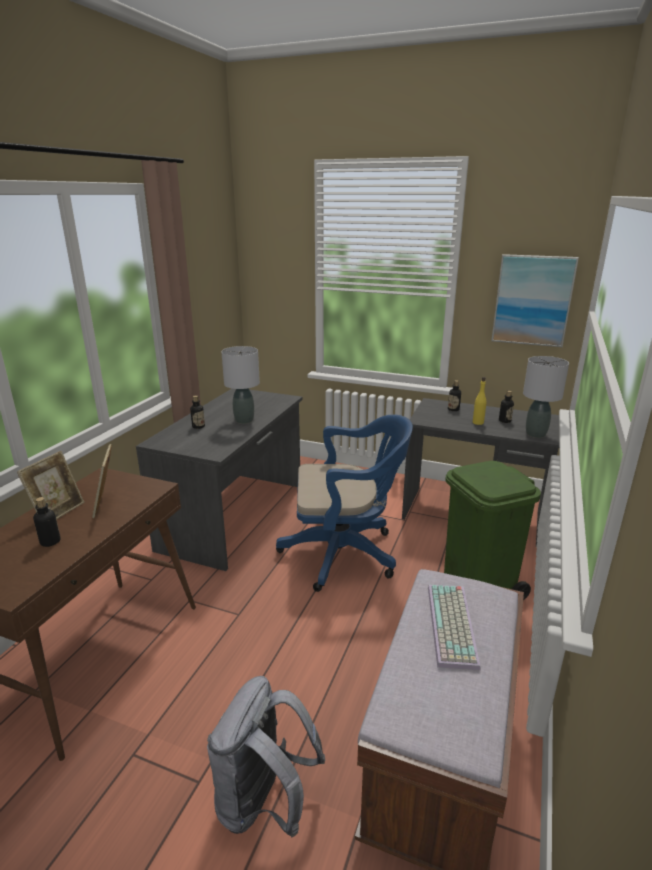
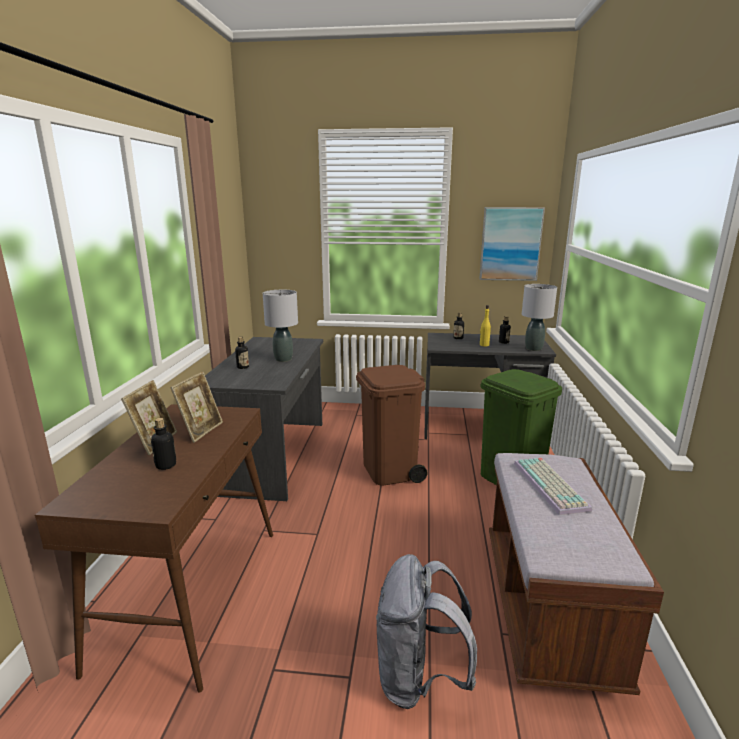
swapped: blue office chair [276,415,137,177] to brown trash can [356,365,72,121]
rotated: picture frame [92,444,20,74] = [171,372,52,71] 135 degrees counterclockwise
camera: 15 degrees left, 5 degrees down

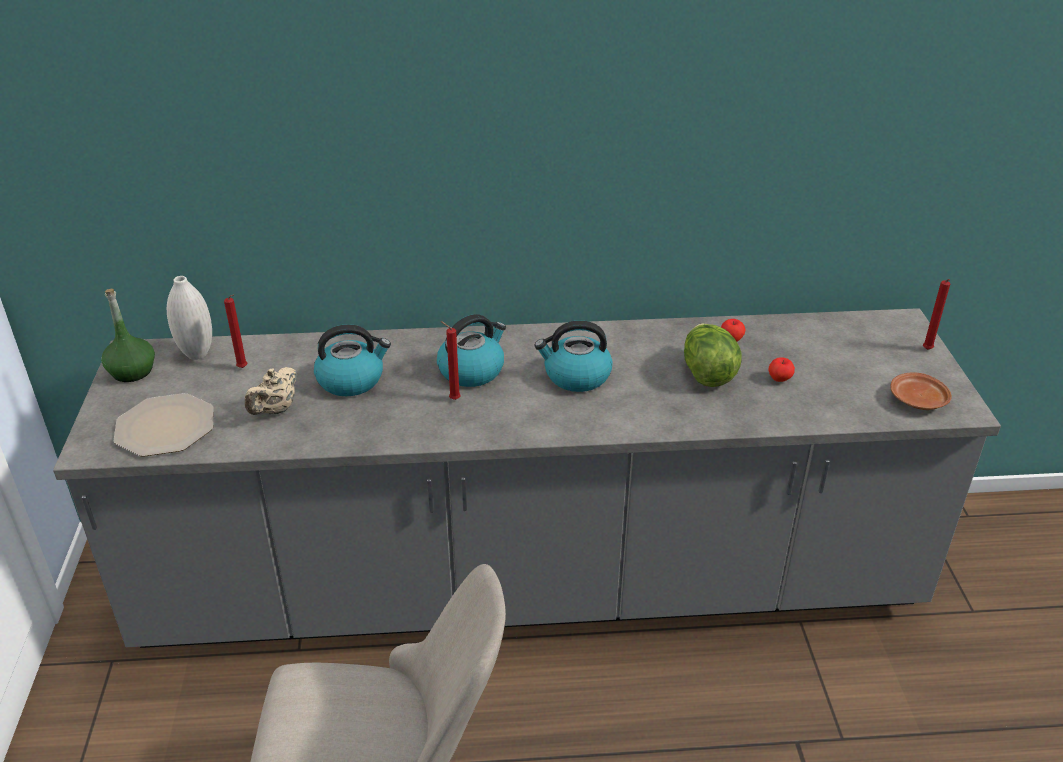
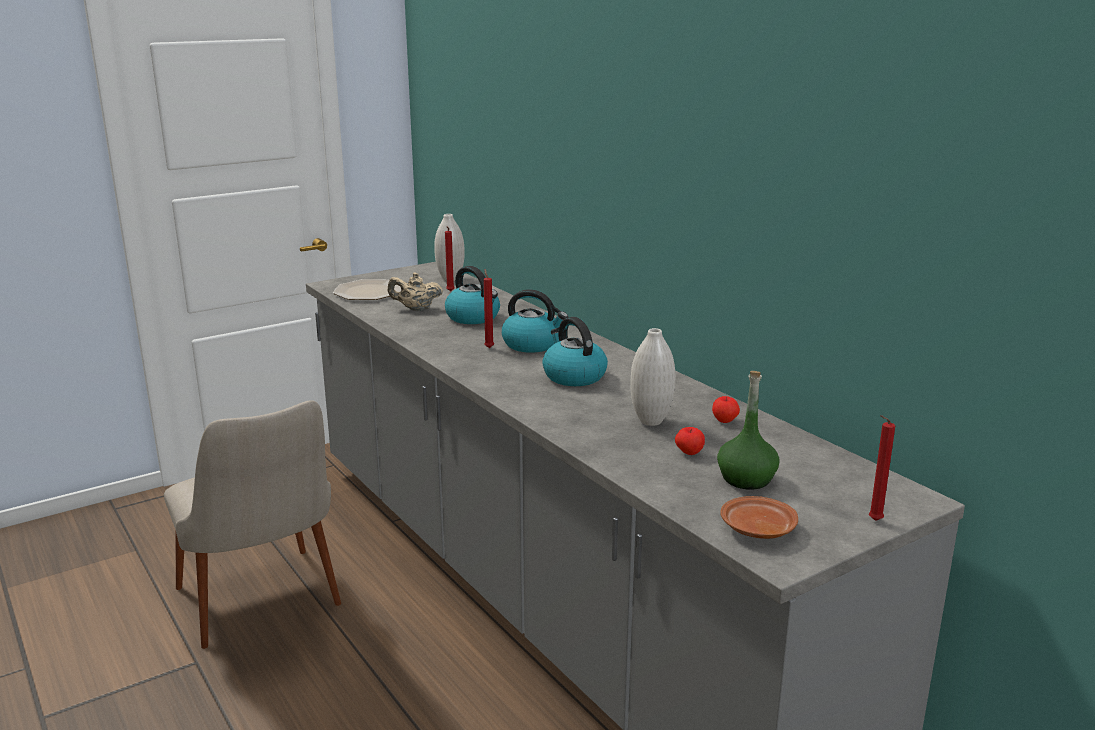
shifted: green bottle [101,289,54,93] to [717,371,63,119]
swapped: lettuce [684,323,58,64] to white vase [630,328,45,98]
camera: 60 degrees right, 15 degrees down

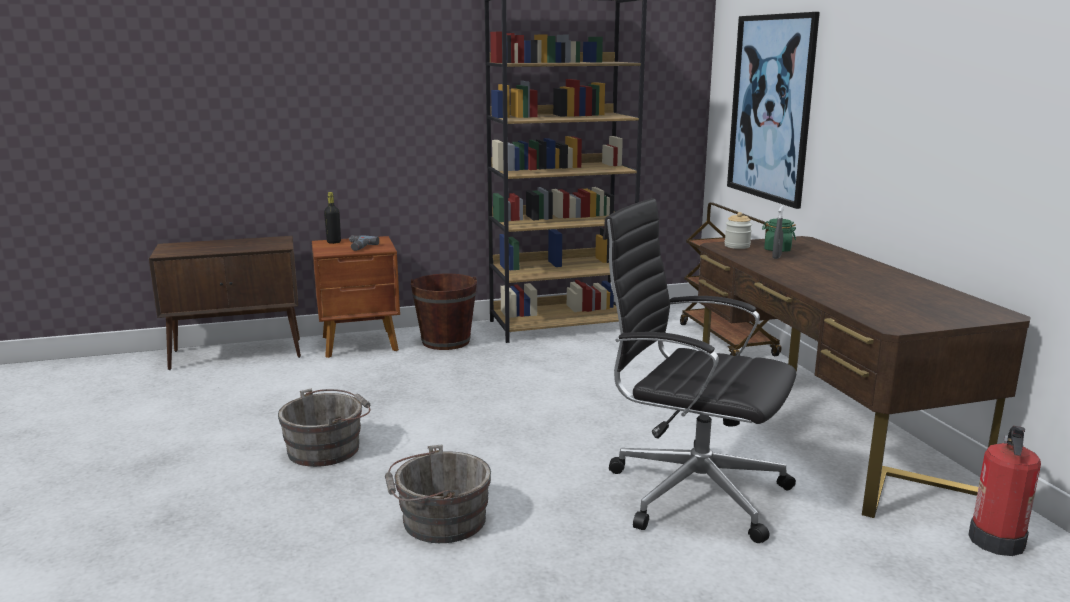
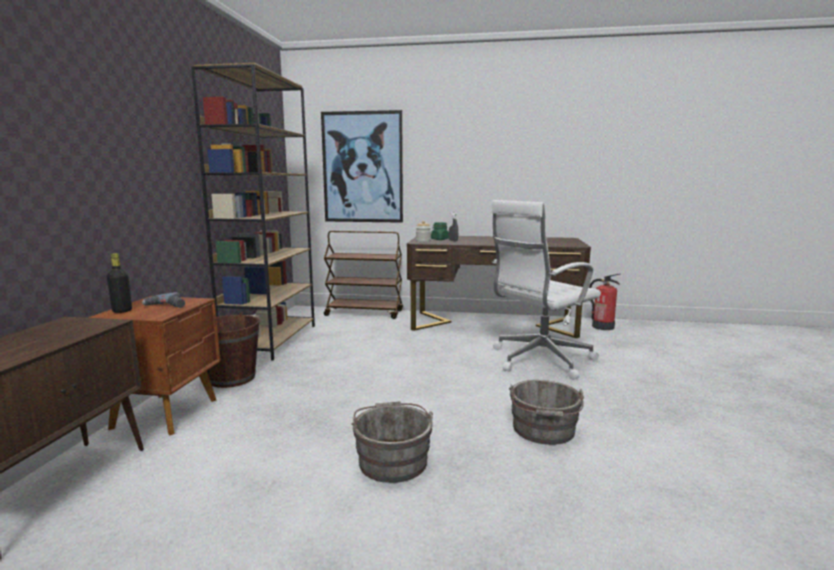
repainted: black office chair [603,198,193,345] to white office chair [490,200,111,180]
camera: 65 degrees left, 5 degrees down

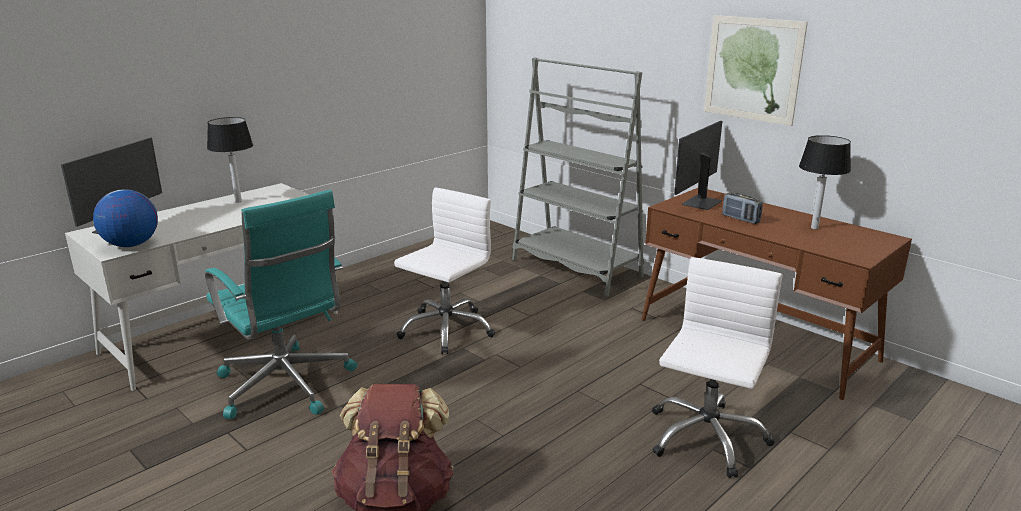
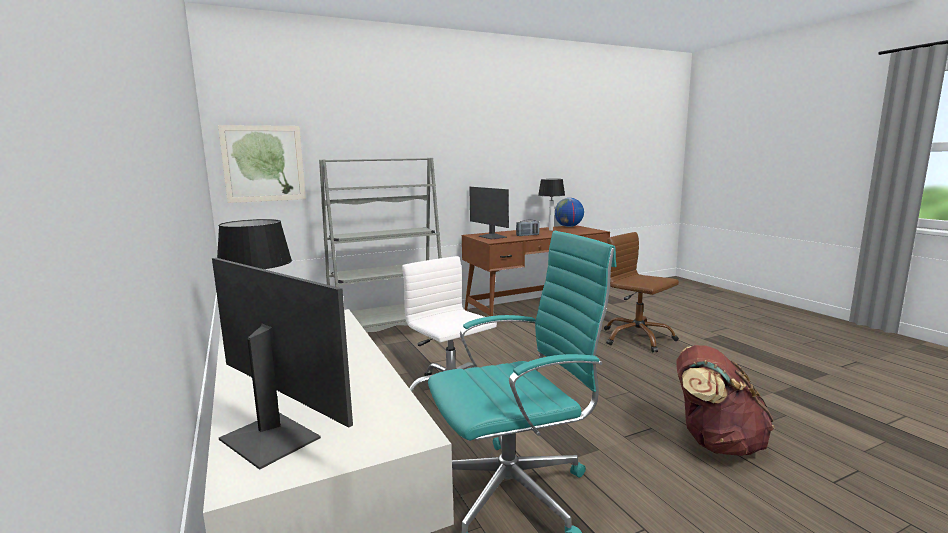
shifted: picture [704,15,104,111] to [218,125,88,78]; globe [93,189,65,58] to [555,198,29,29]
repainted: white office chair [652,257,130,221] to brown office chair [604,232,75,120]
camera: 70 degrees left, 10 degrees down

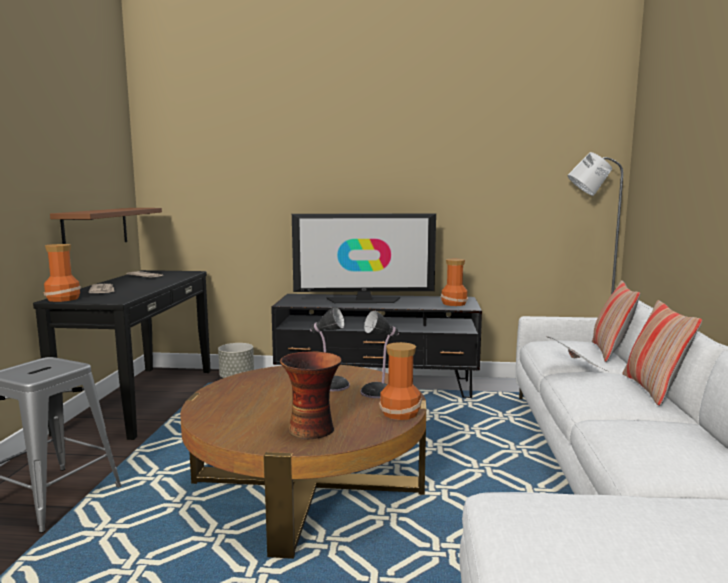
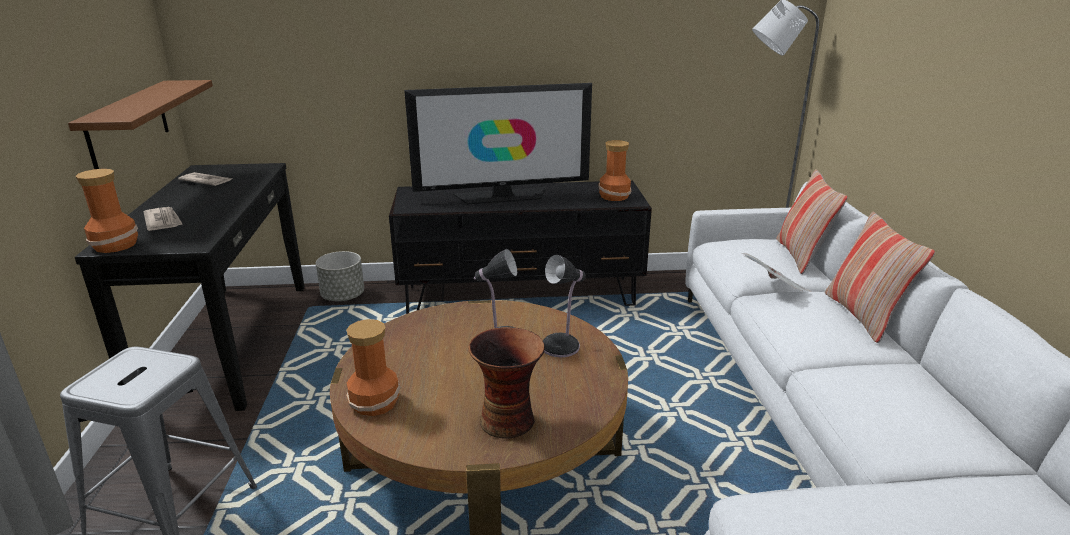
shifted: vase [379,342,43,78] to [346,319,55,97]
camera: 10 degrees left, 15 degrees up

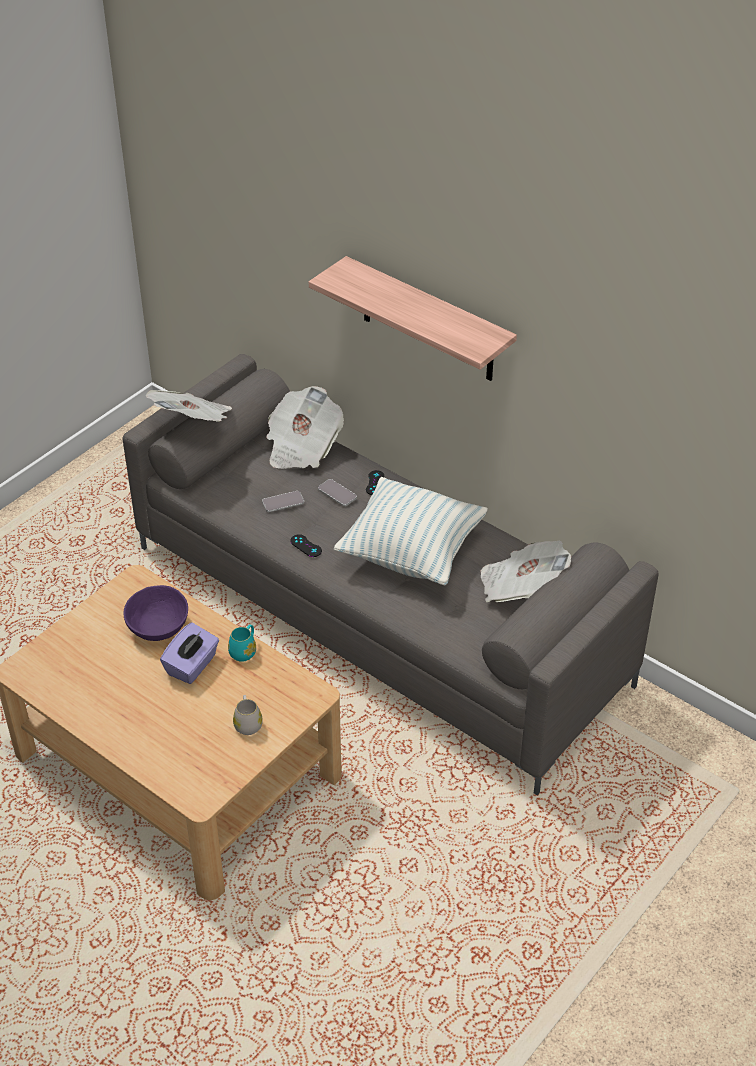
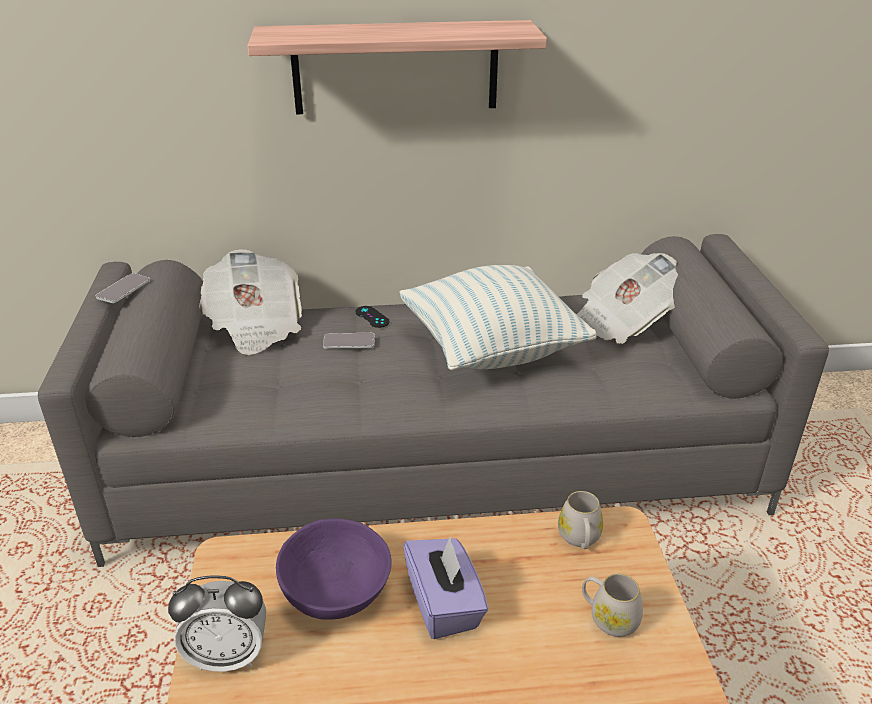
gone: newspaper [146,390,86,32]; black game controller [290,534,32,23]; turquoise mug [228,624,28,38]
new: white mug [558,491,45,58]; alarm clock [168,575,98,97]
shifted: phone [262,491,42,21] to [95,273,55,30]
camera: 45 degrees left, 10 degrees down

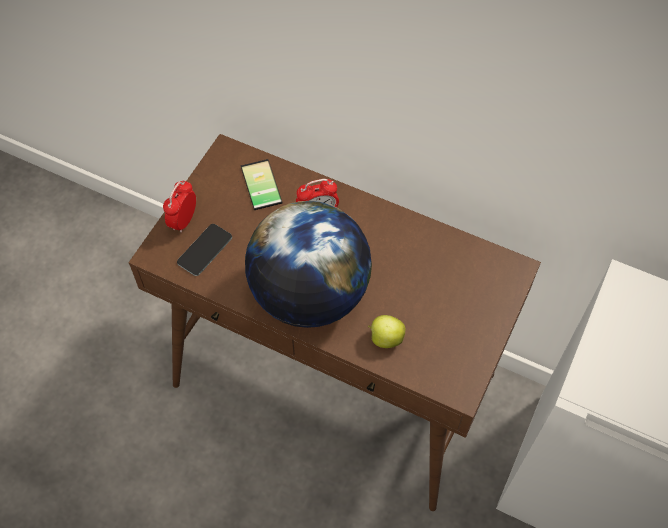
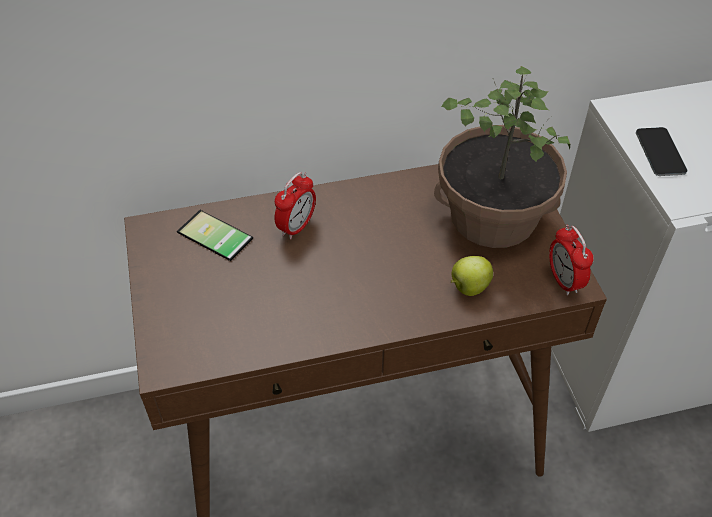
gone: globe [245,201,127,127]
new: potted plant [434,66,136,182]
shifted: alarm clock [163,180,33,53] to [549,225,45,70]; phone [177,224,55,52] to [636,127,51,49]
camera: 40 degrees left, 10 degrees down

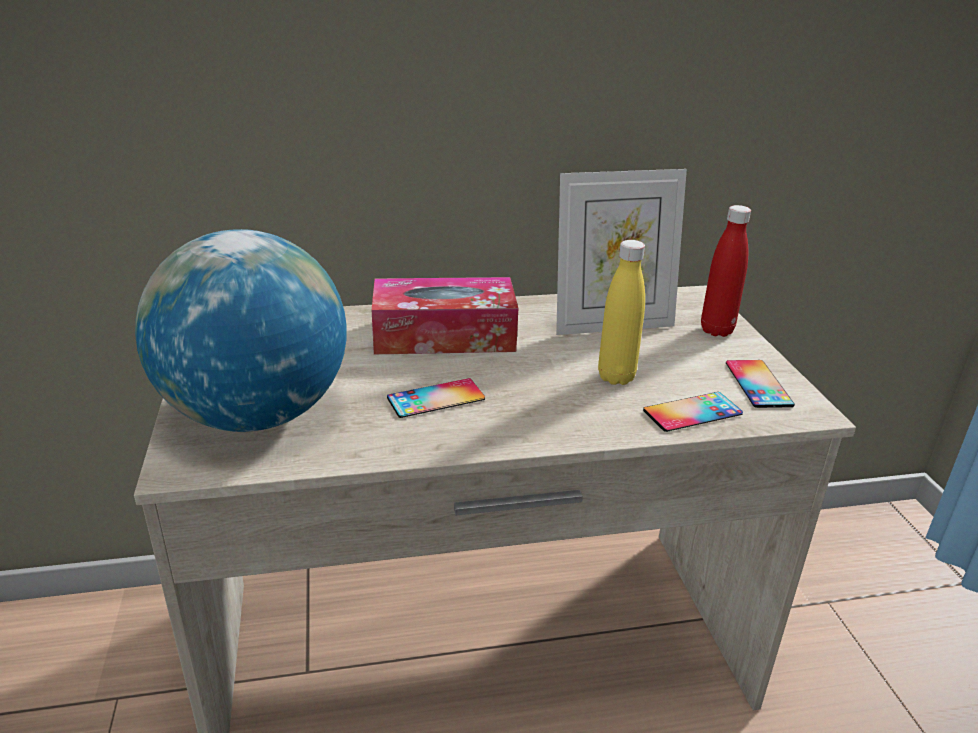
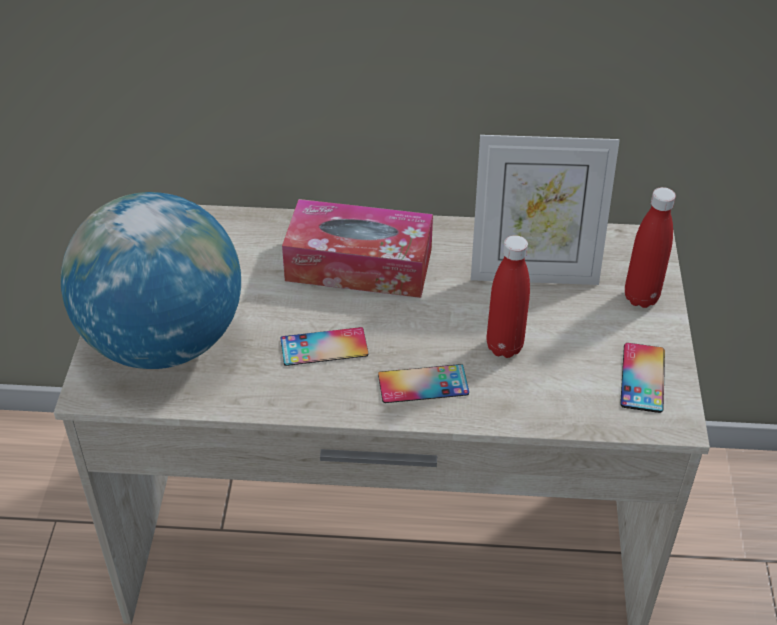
shifted: phone [643,392,100,40] to [378,364,91,39]
repainted: yellow bottle [598,240,47,145] to red bottle [487,235,43,123]
camera: 15 degrees right, 15 degrees up

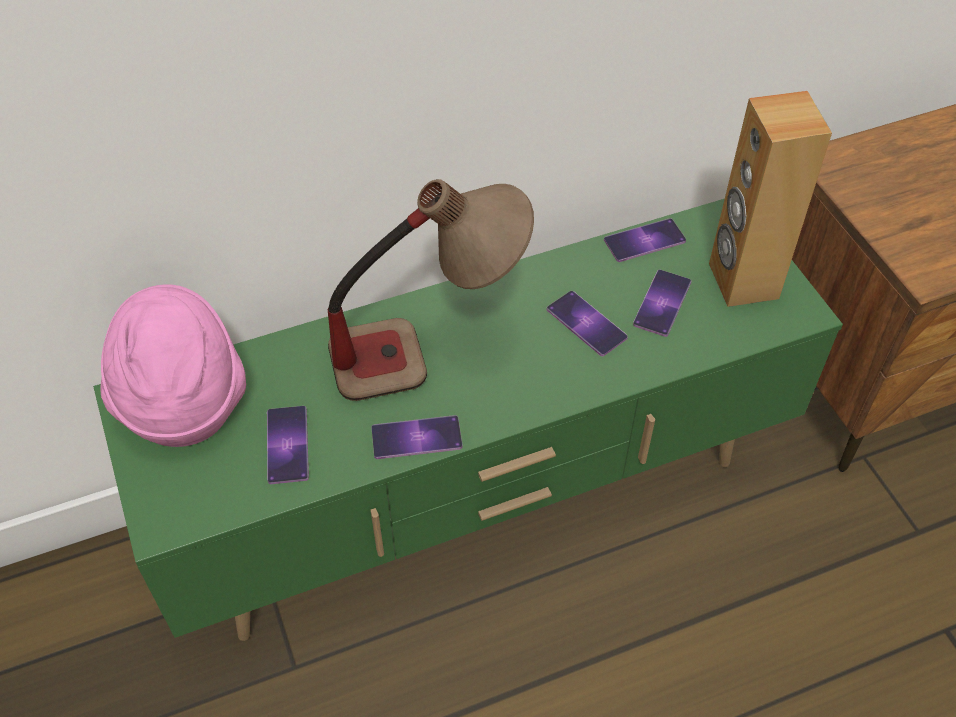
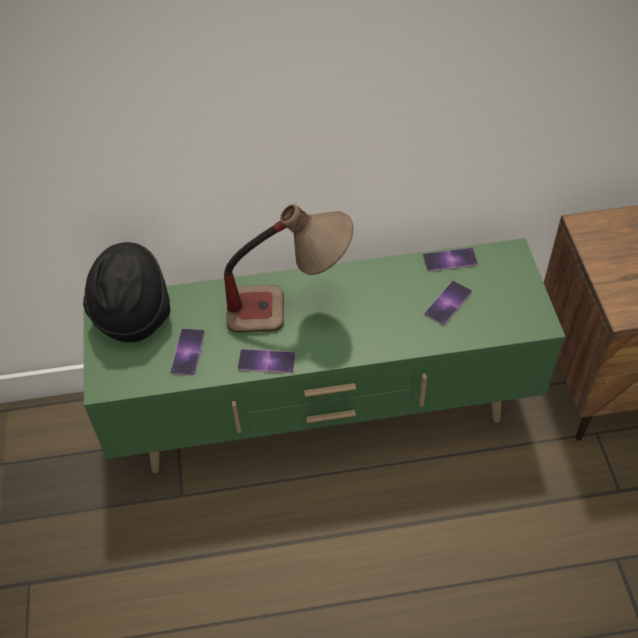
gone: brown speaker [709,91,123,216]; phone [547,291,81,65]
repainted: pink hat [100,284,146,163] to black hat [83,242,87,100]
camera: 15 degrees right, 0 degrees up

